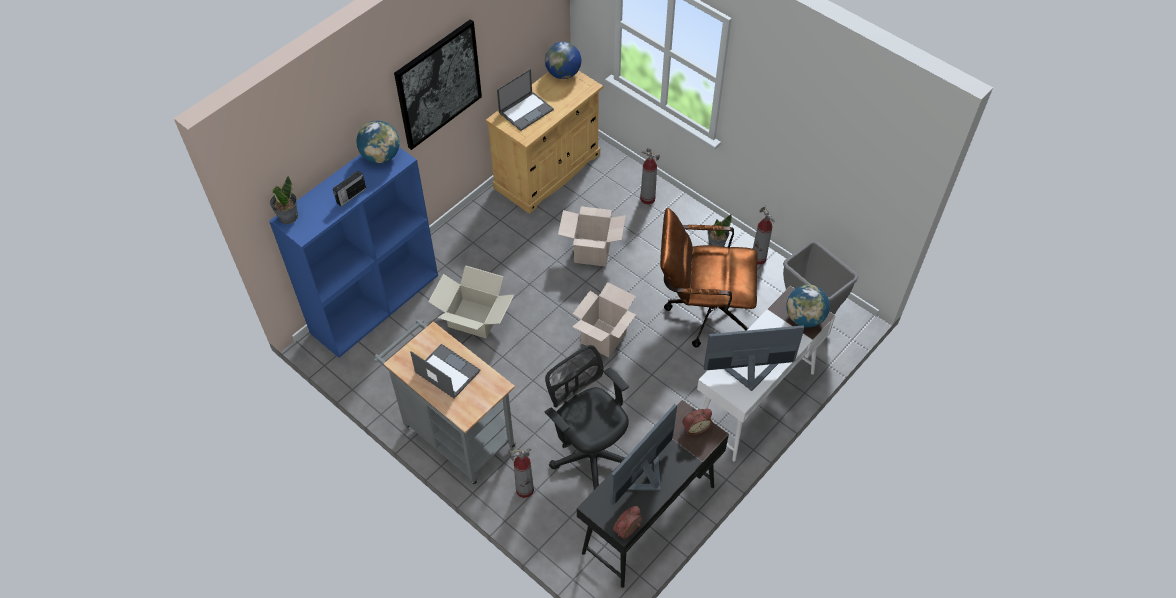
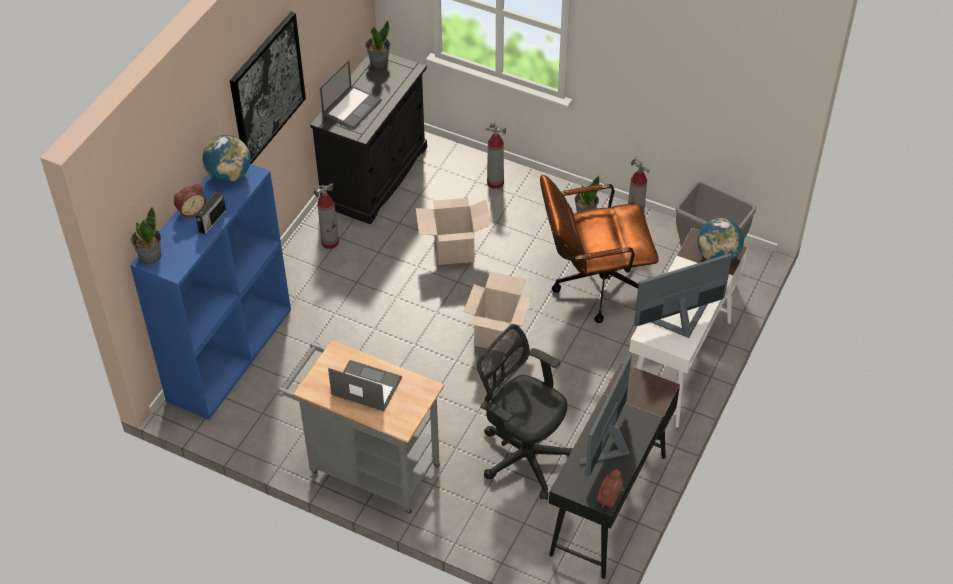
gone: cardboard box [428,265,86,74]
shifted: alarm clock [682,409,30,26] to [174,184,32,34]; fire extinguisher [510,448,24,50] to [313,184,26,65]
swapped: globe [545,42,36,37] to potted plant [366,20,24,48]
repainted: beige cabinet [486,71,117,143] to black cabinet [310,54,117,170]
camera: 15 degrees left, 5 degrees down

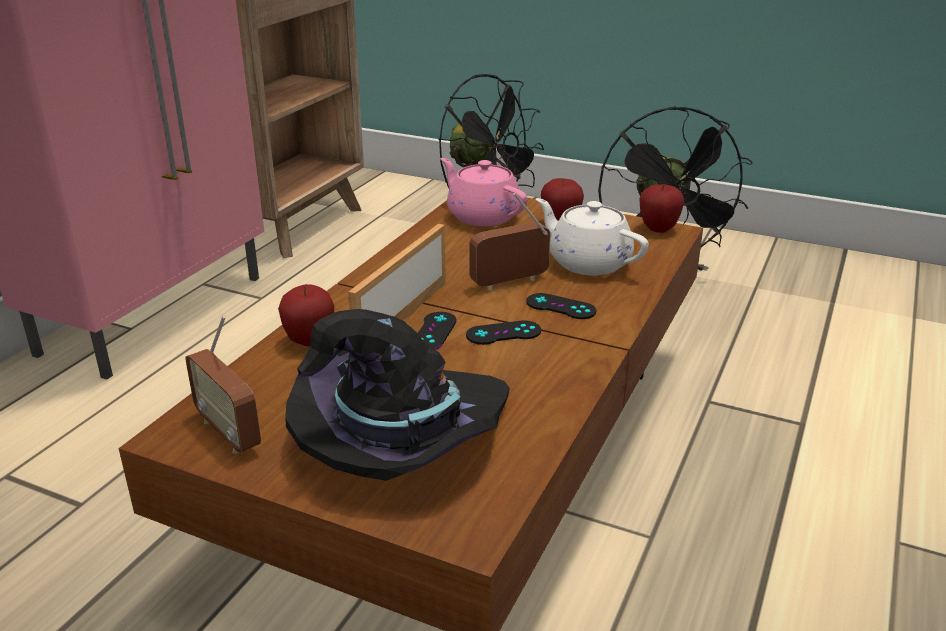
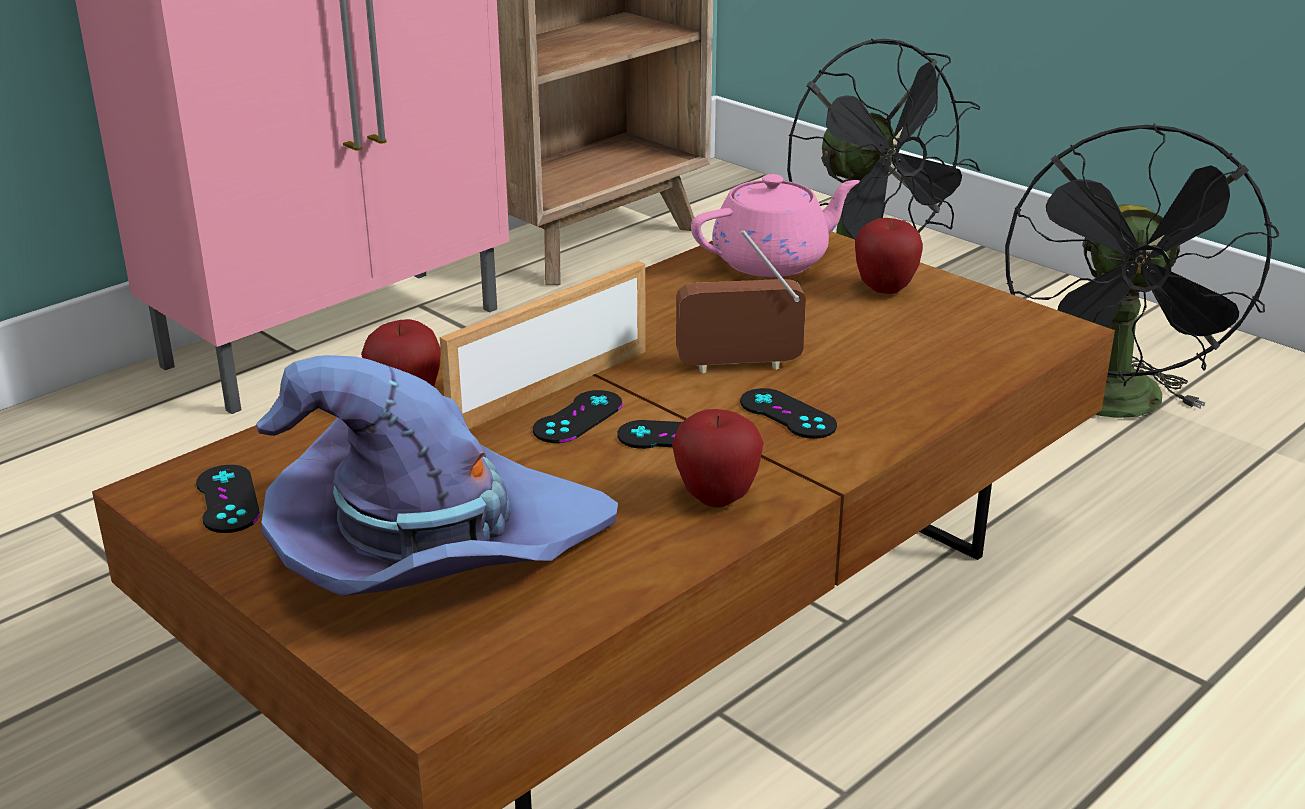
gone: white teapot [536,198,113,78]
shifted: apple [639,184,45,49] to [672,409,92,99]
swapped: radio [185,315,76,139] to black game controller [196,465,64,68]
repainted: black hat [285,309,225,172] to purple hat [256,355,362,241]
rotated: pink teapot [440,158,87,68] = [691,174,169,103] 90 degrees clockwise
camera: 20 degrees right, 0 degrees up

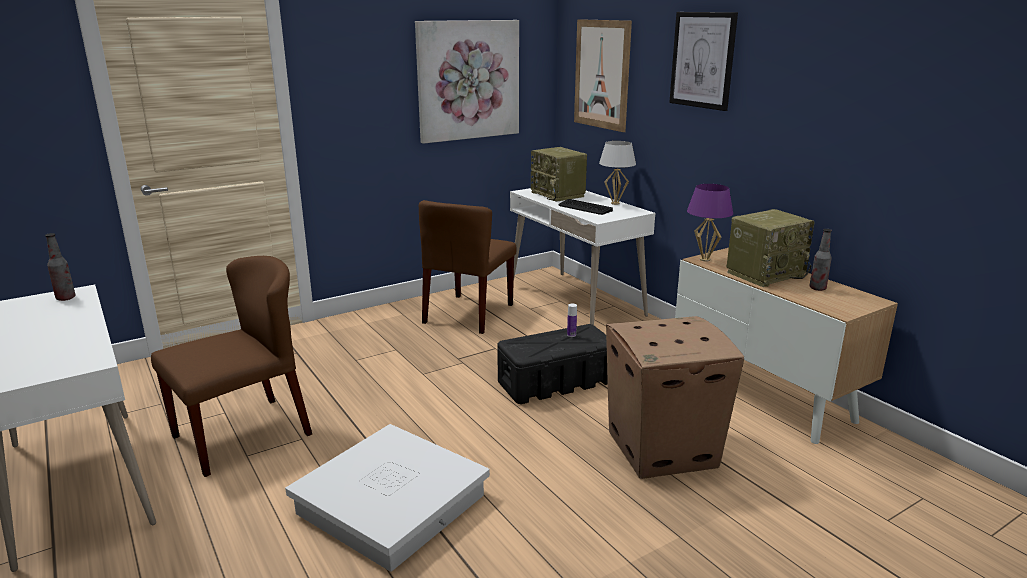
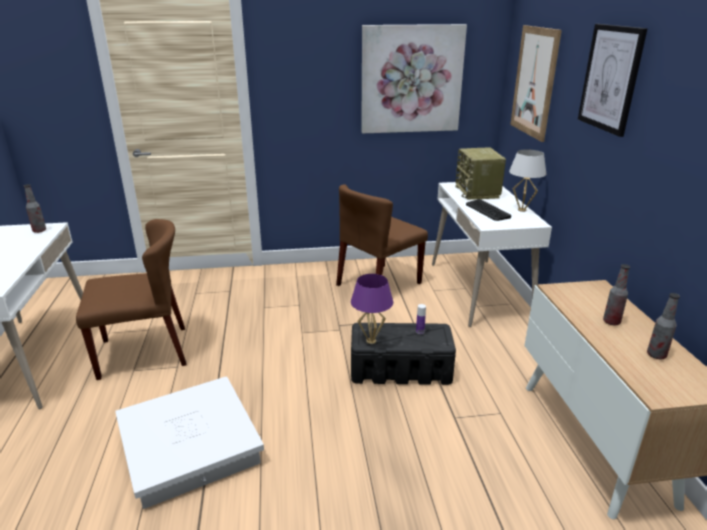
gone: cardboard box [606,316,138,163]
shifted: purple table lamp [687,184,46,78] to [351,274,42,70]
swapped: radio [727,209,88,78] to bottle [603,264,27,61]
camera: 25 degrees right, 5 degrees up

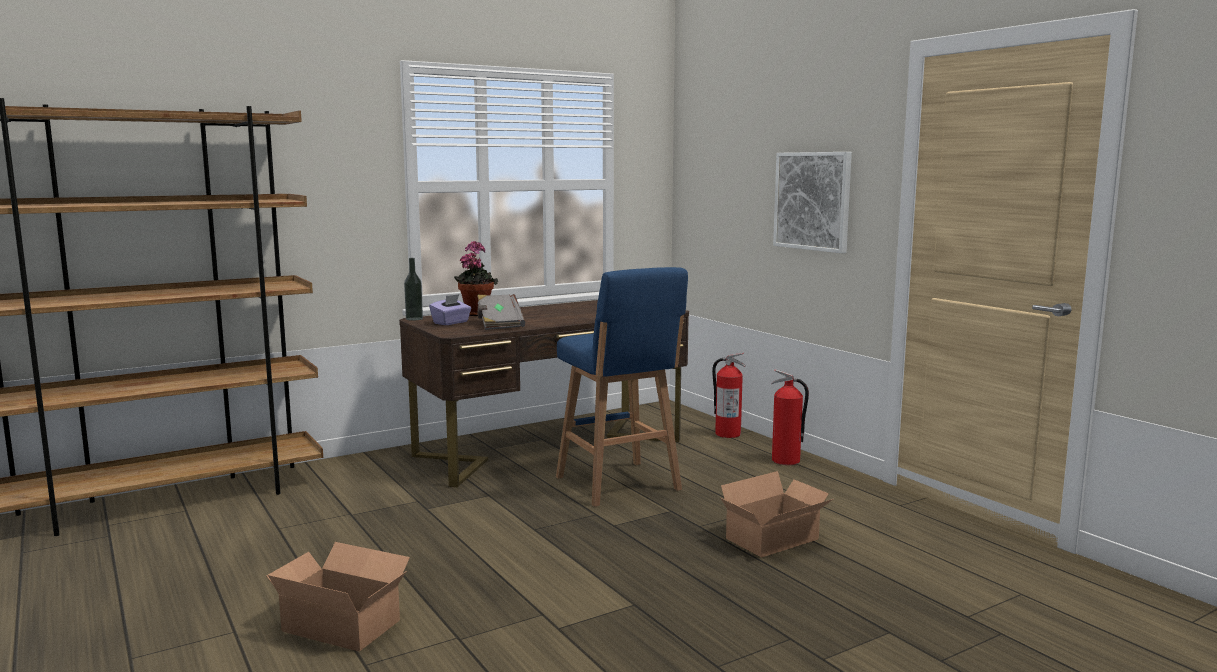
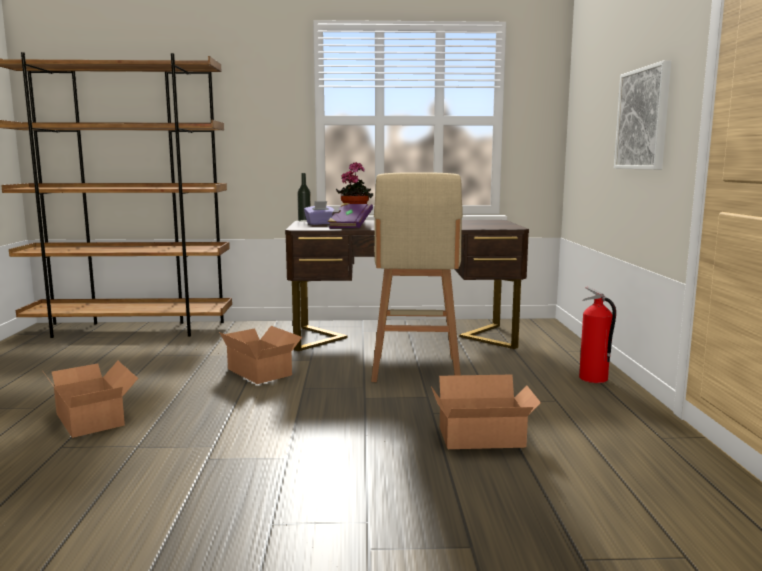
gone: fire extinguisher [712,353,34,85]
new: cardboard box [219,326,83,58]
repainted: blue stool [556,267,132,240] to beige stool [371,172,92,210]; grey book [477,294,48,36] to purple book [328,203,45,25]
camera: 30 degrees right, 0 degrees up

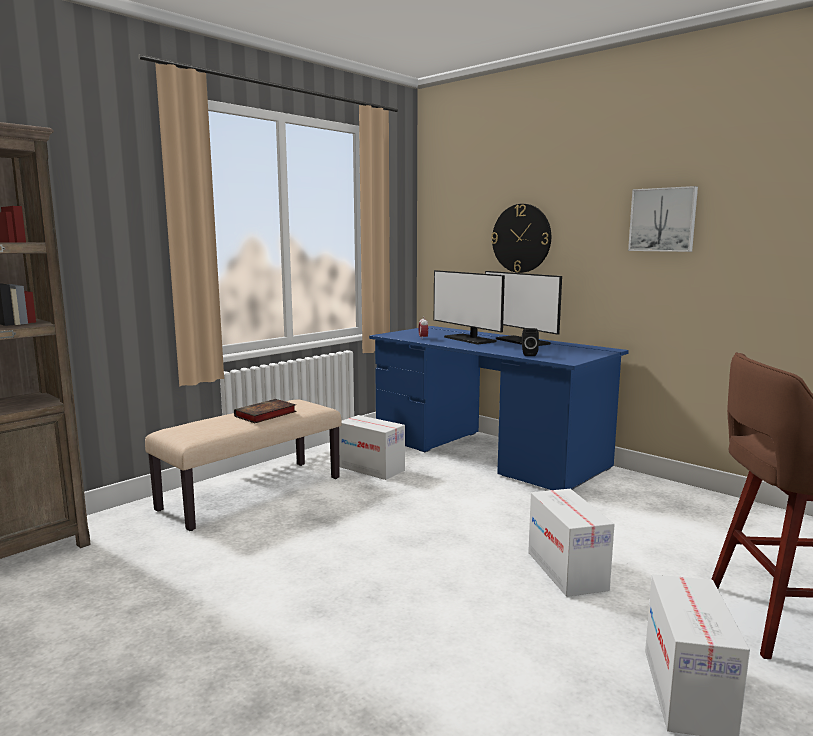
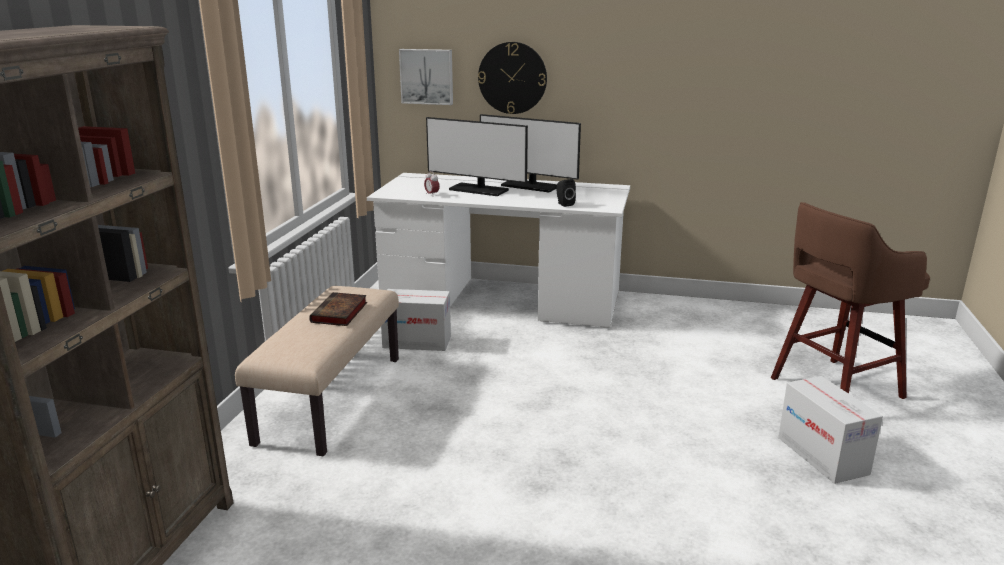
gone: cardboard box [528,489,86,108]
shifted: picture [628,186,70,66] to [399,49,54,56]
repainted: blue desk [369,326,260,164] to white desk [367,173,263,155]
camera: 30 degrees left, 10 degrees up

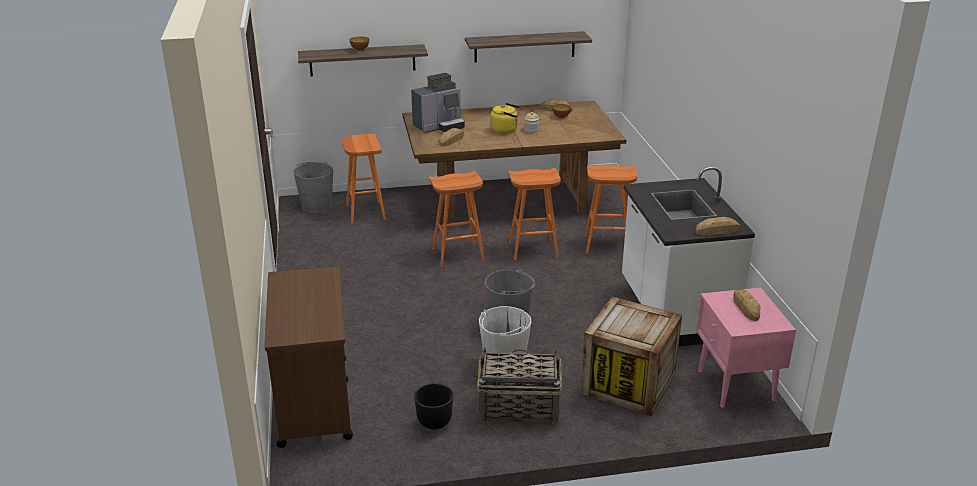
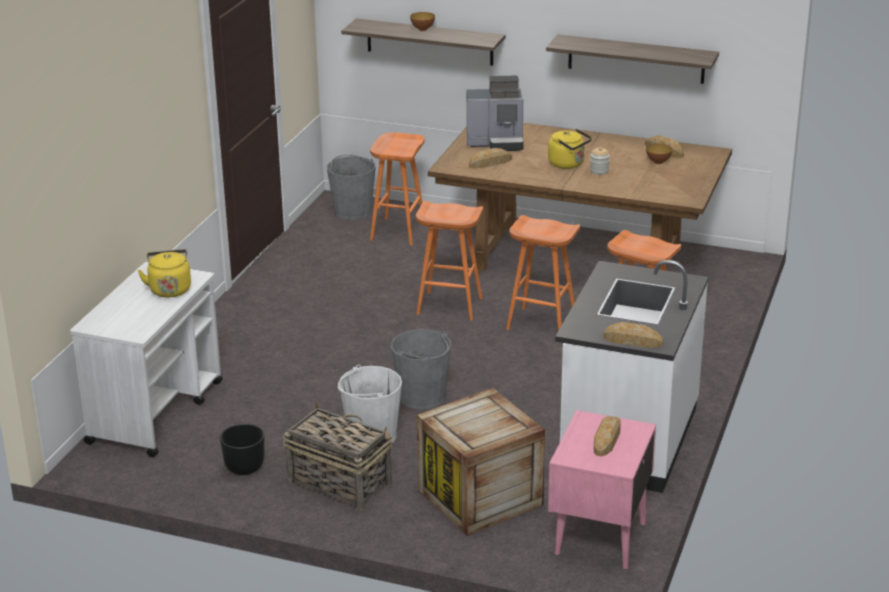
new: yellow kettle [138,249,53,48]
repainted: brown cart [265,266,88,182] to white cart [70,262,153,195]
camera: 30 degrees right, 0 degrees up

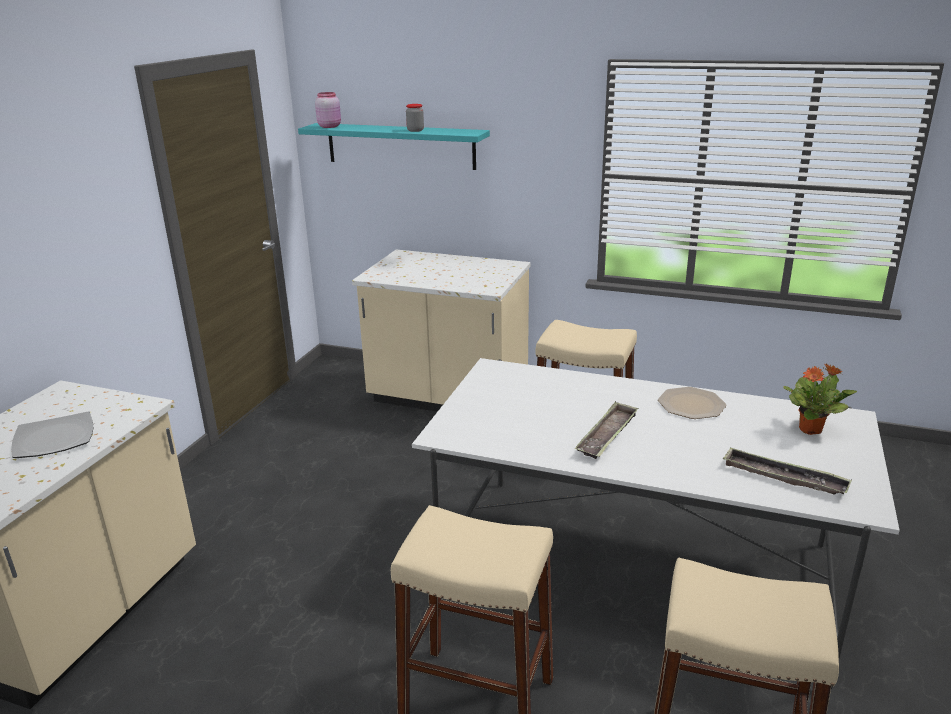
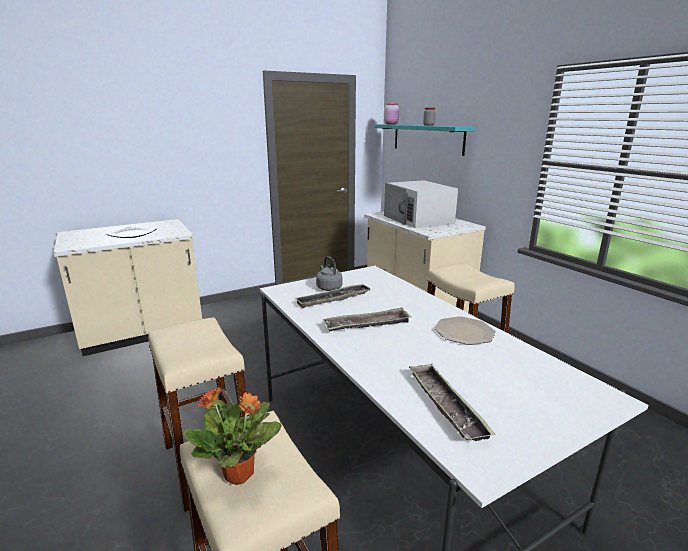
new: white microwave [384,180,74,48]; grey kettle [316,256,26,35]; tray [295,284,76,24]
shifted: potted plant [783,364,74,71] to [183,387,99,98]
camera: 40 degrees right, 5 degrees down

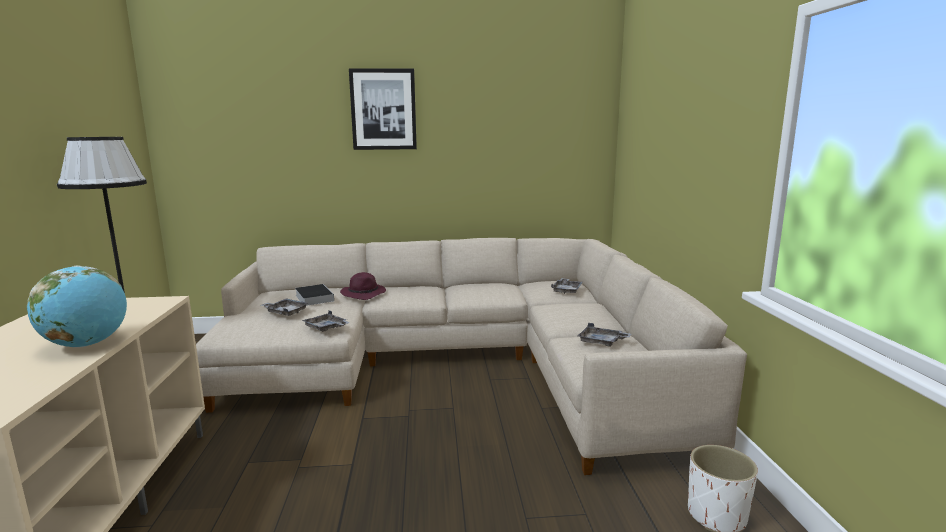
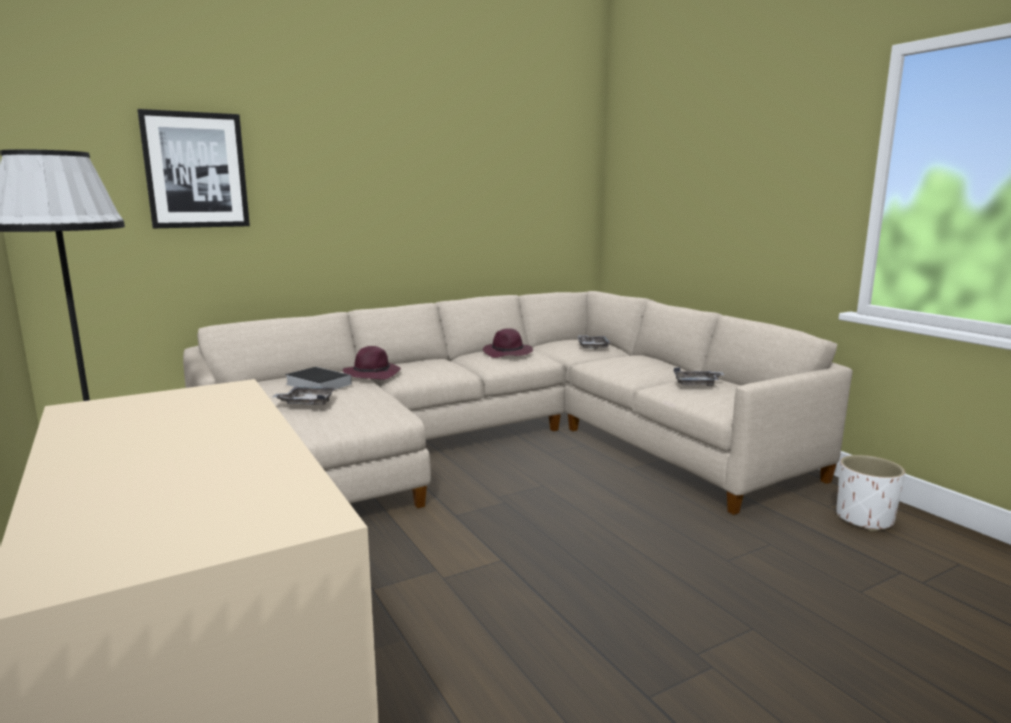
gone: globe [27,266,100,82]; grey tray [302,310,48,22]
new: purple hat [483,328,50,30]
shifted: picture [349,68,68,82] to [137,109,113,119]
camera: 25 degrees left, 0 degrees up

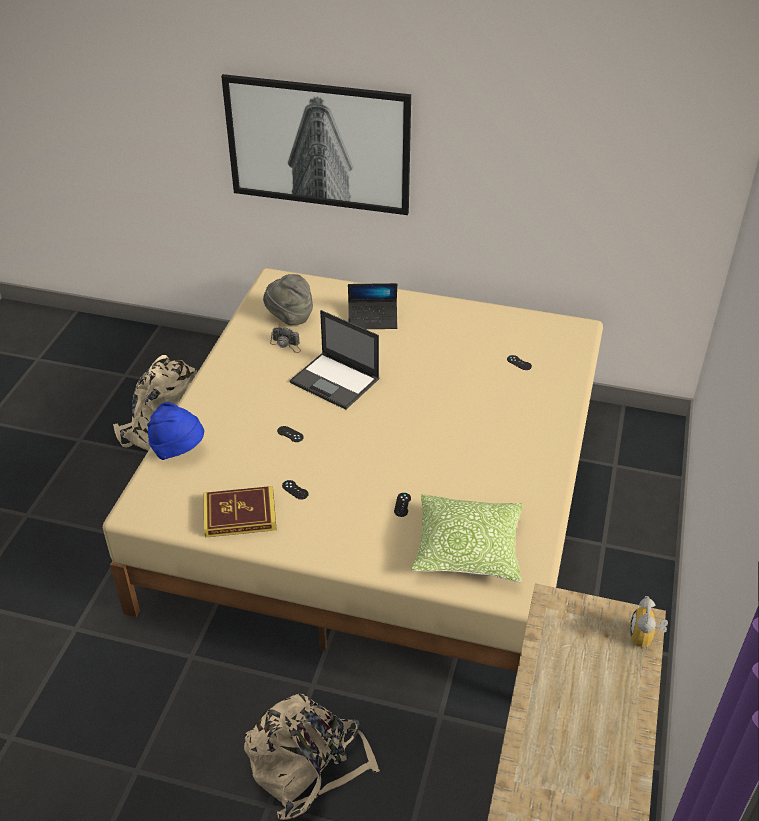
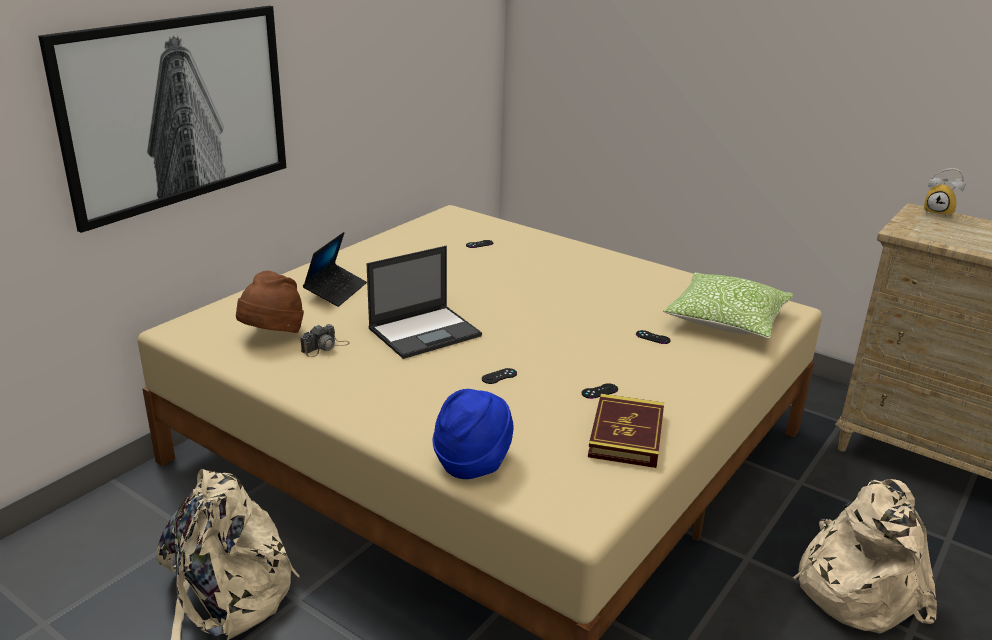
repainted: grey hat [263,274,50,51] to brown hat [236,271,68,62]
camera: 70 degrees left, 15 degrees down

